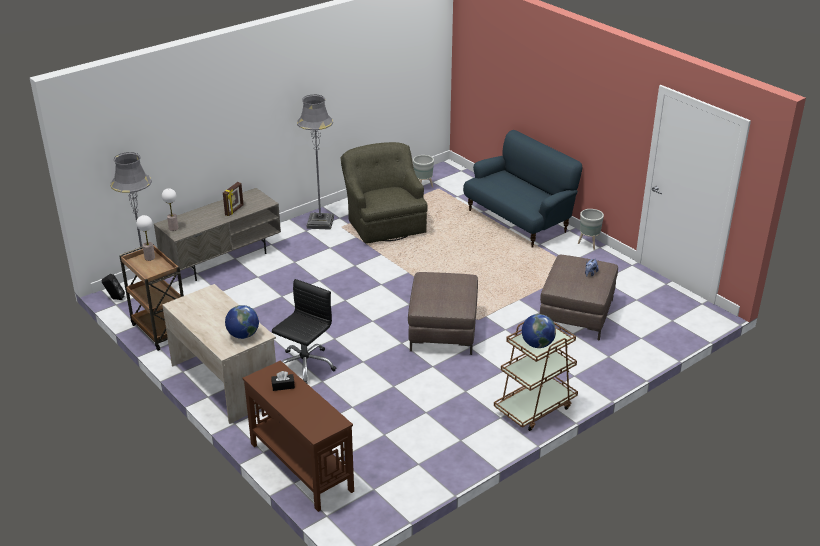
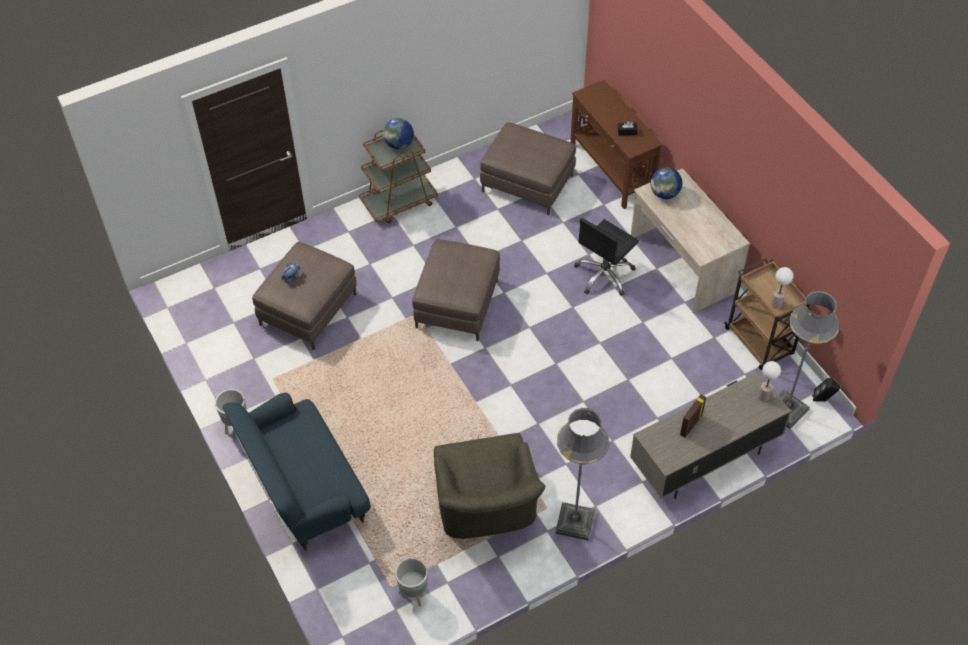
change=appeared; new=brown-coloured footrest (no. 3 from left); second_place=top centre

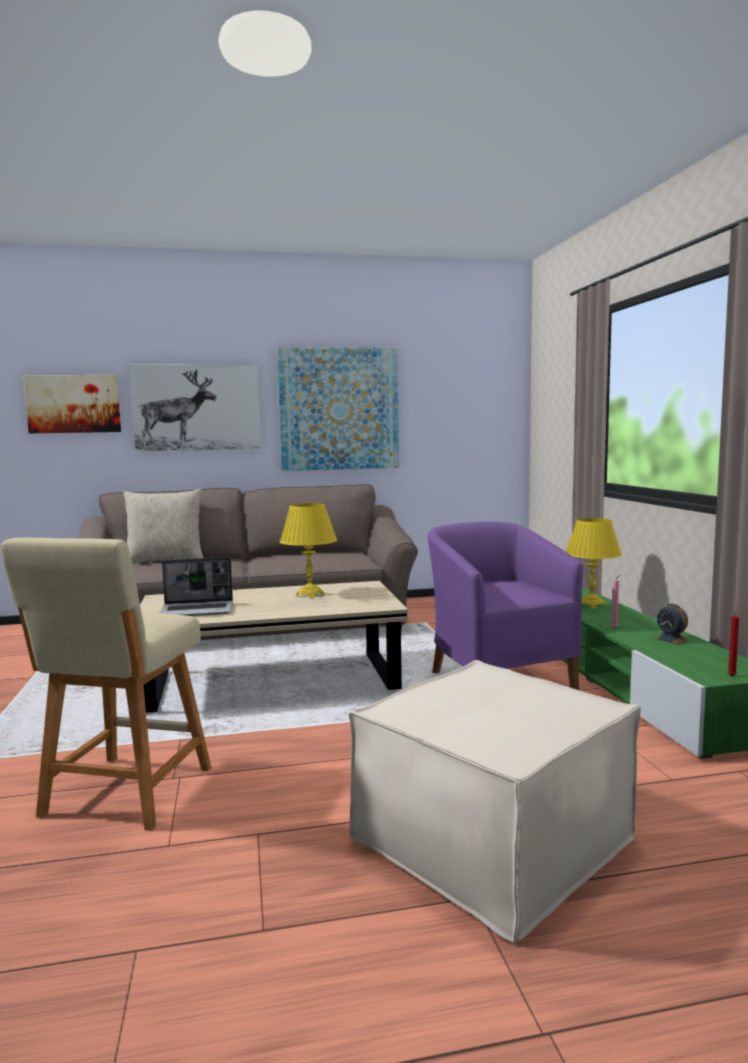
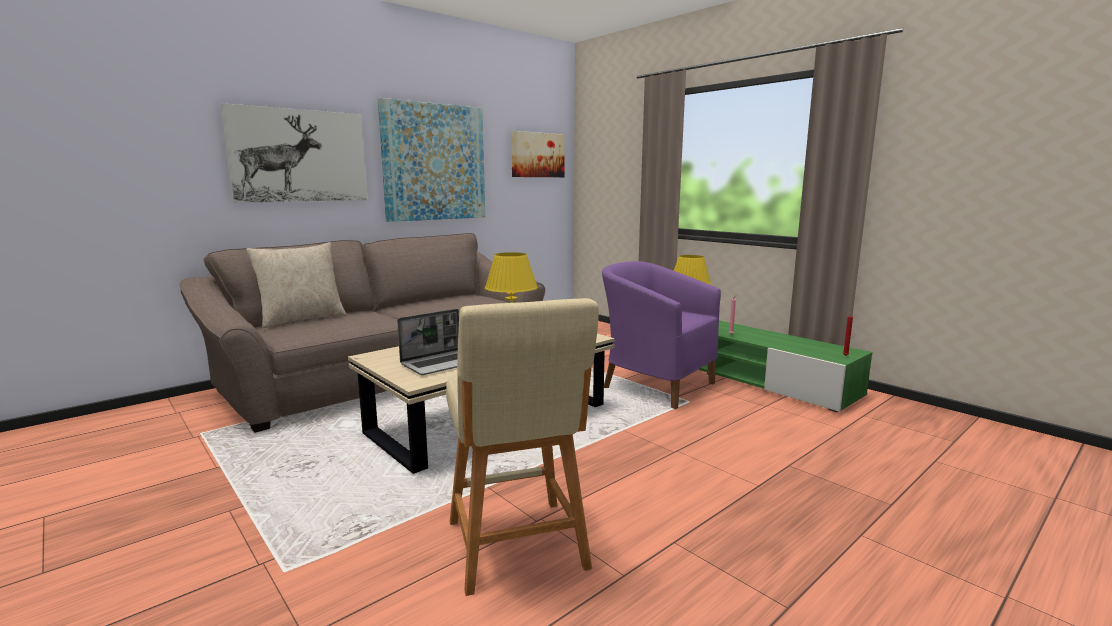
change=relocated; old=wall art (no. 1 from left in the first image); new=wall art (no. 3 from left); first_place=middle left; second_place=top centre
change=missing; old=bedside clock; first_place=middle right
change=missing; old=sand-coloured footrest; first_place=bottom centre

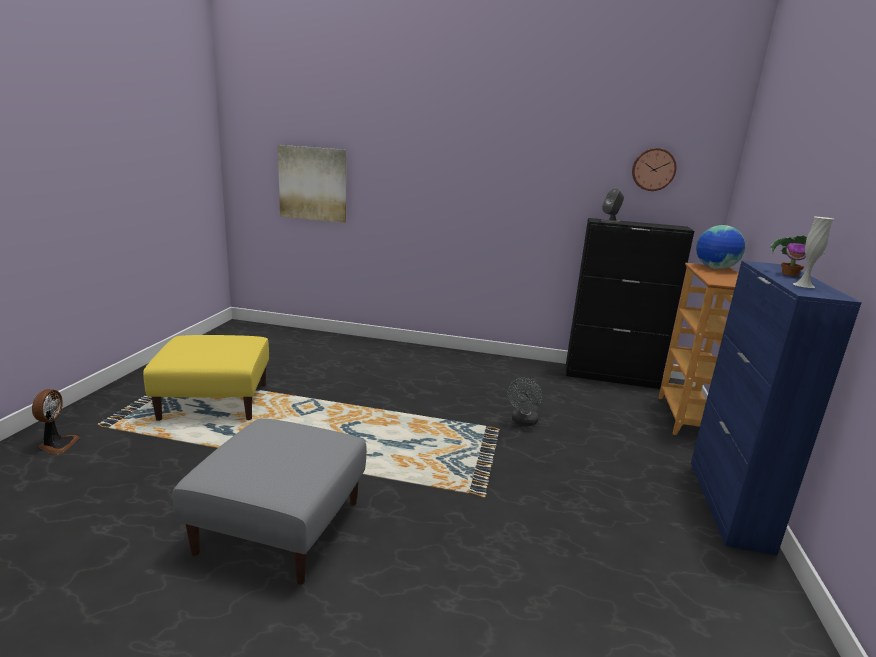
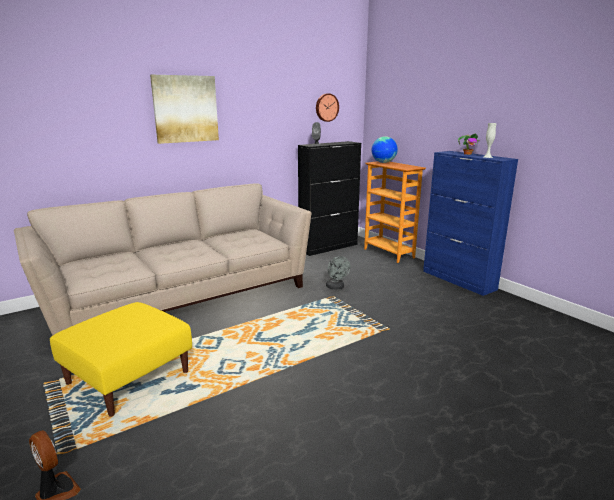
change=relocated; old=wall art; first_place=top centre; second_place=top left
change=missing; old=greyish footrest; first_place=bottom left
change=appeared; new=sand-coloured sofa; second_place=middle left

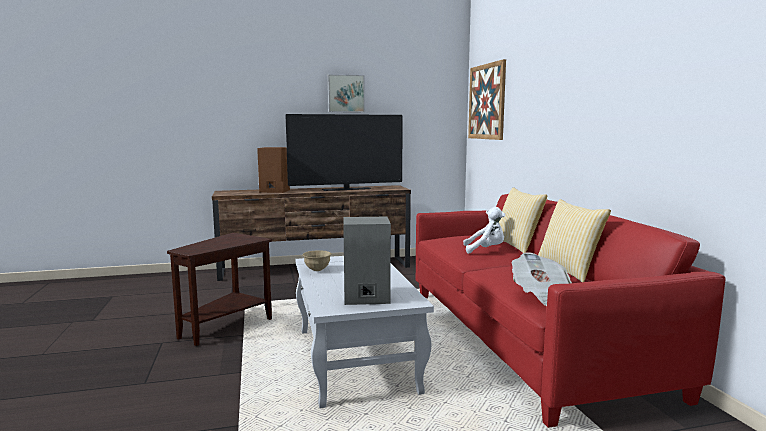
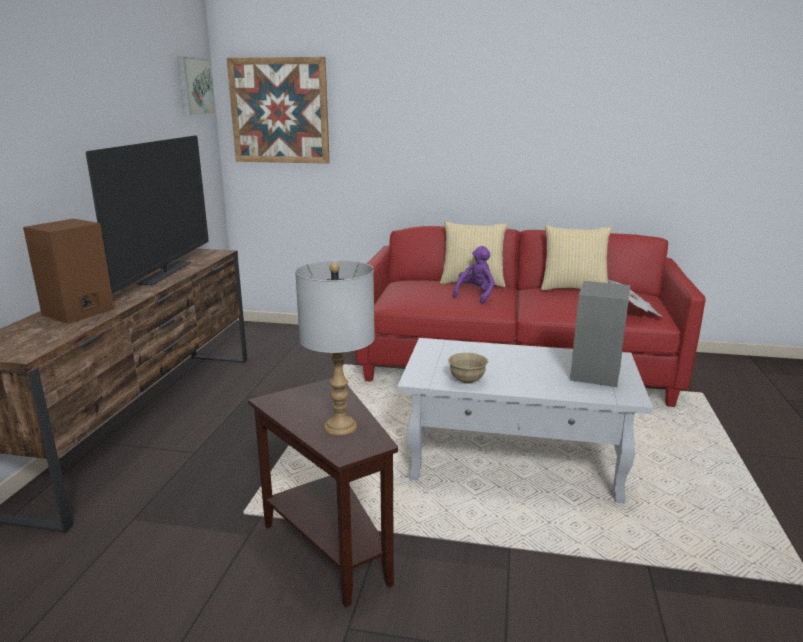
change=relocated; old=wall art (no. 1 from left); first_place=top centre; second_place=top left
change=colour; old=white soft toy; new=purple-coloured soft toy; first_place=centre; second_place=centre
change=appeared; new=greyish tabletop lamp; second_place=centre

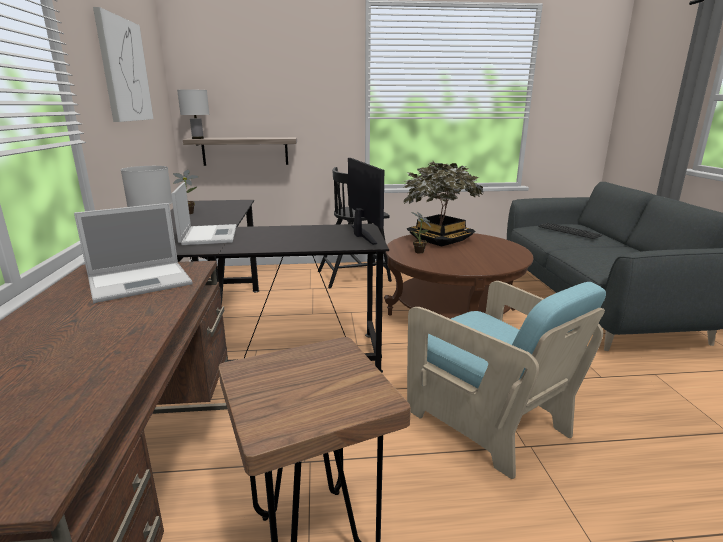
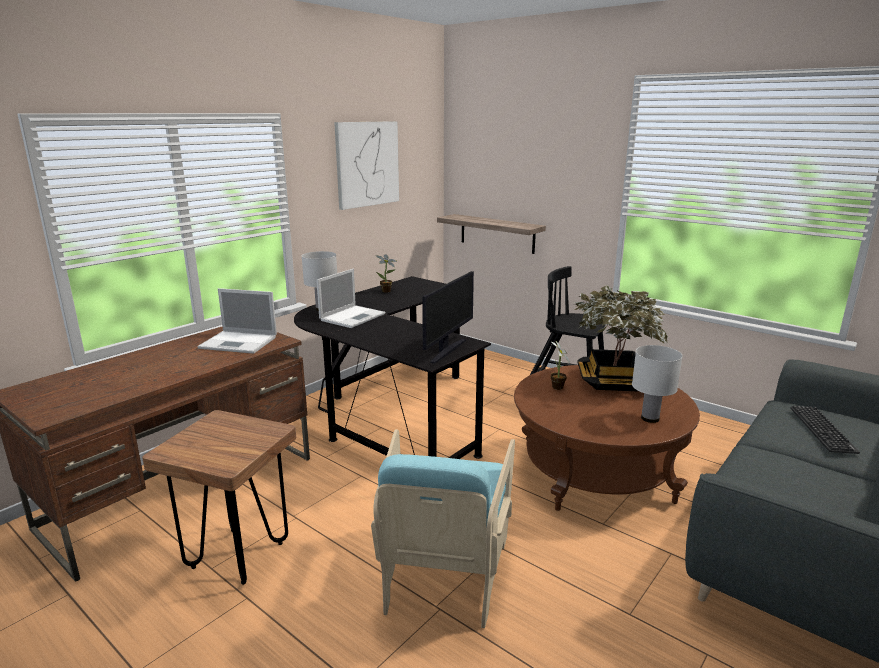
change=relocated; old=white tabletop lamp (no. 2 from left); first_place=top left; second_place=middle right

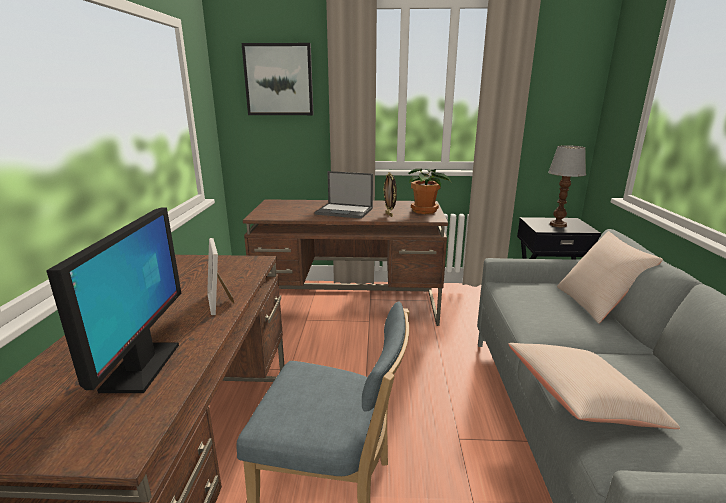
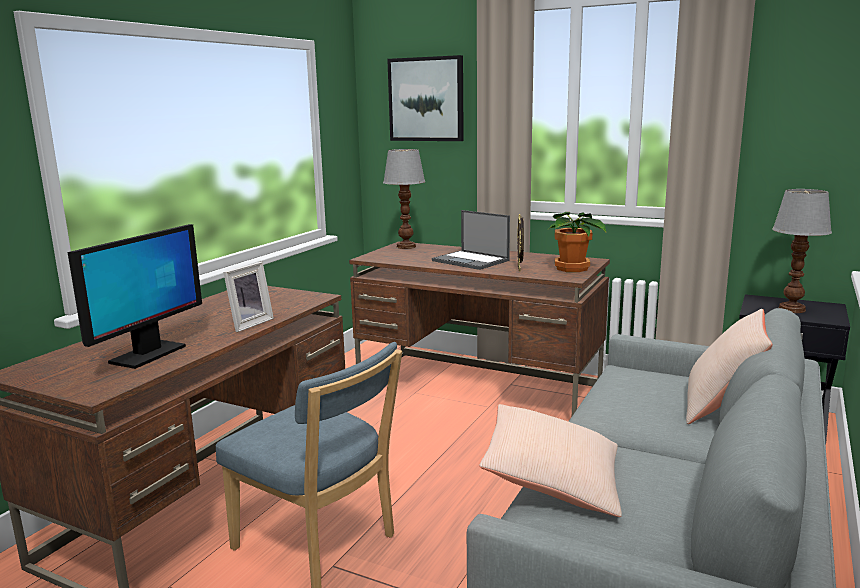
change=spun; old=picture frame (no. 1 from left); first_place=middle left; second_place=middle left; degrees=-150
change=appeared; new=tabletop lamp (no. 1 from left); second_place=centre

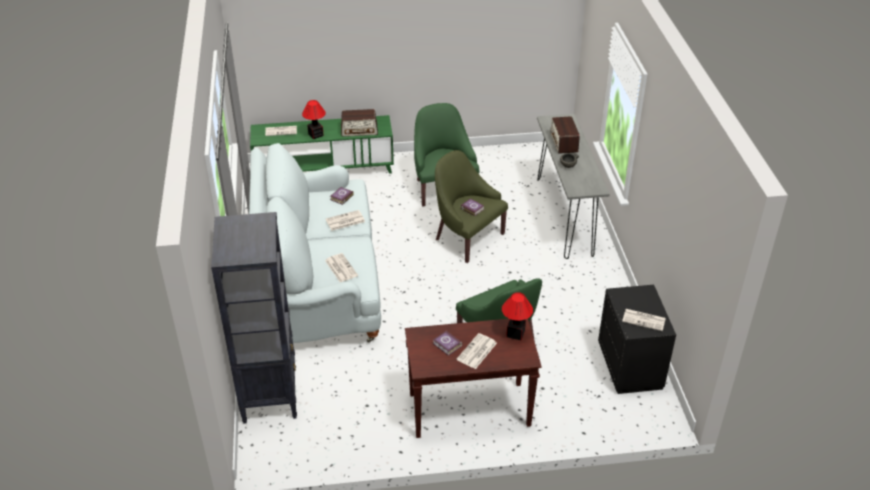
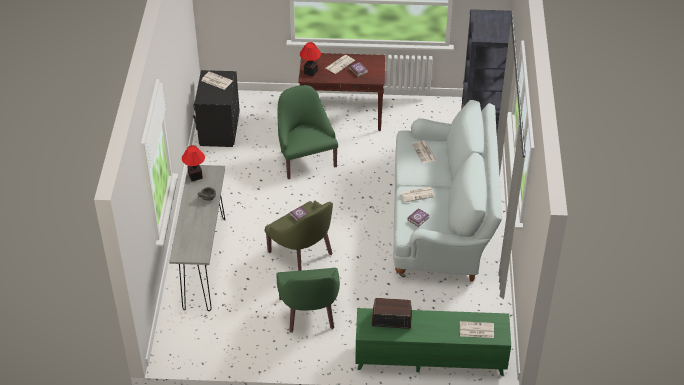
change=relocated; old=tabletop lamp (no. 1 from left); first_place=top centre; second_place=middle left
change=missing; old=radio set (no. 2 from left); first_place=top centre

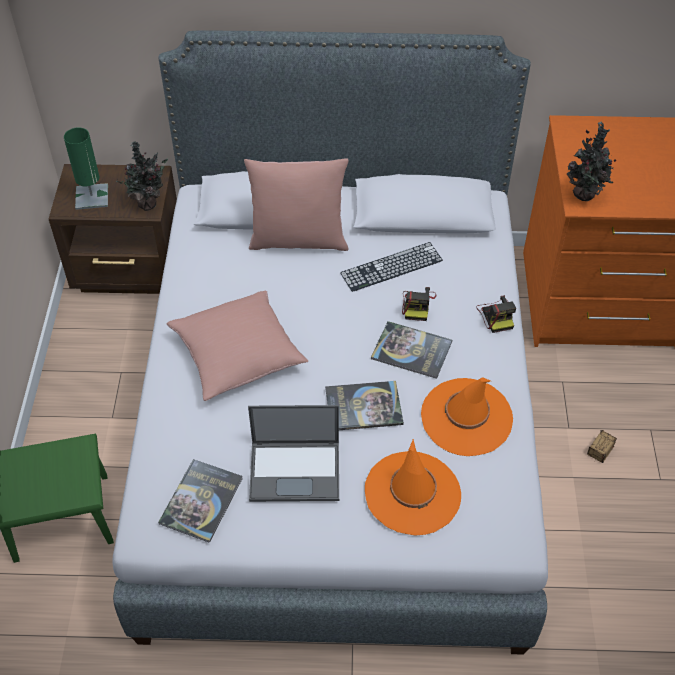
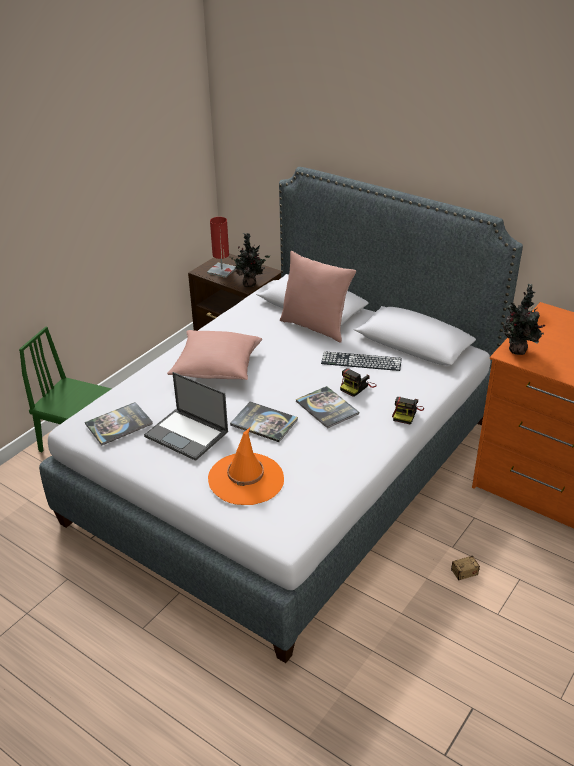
change=colour; old=green-coloured tabletop lamp; new=red tabletop lamp; first_place=top left; second_place=top centre
change=missing; old=orange-coloured hat (no. 2 from left); first_place=middle right

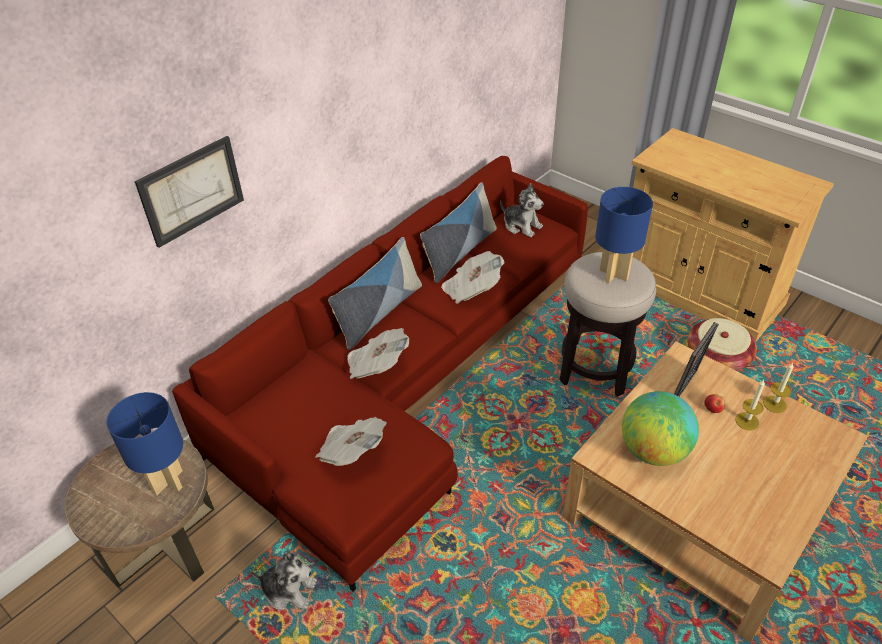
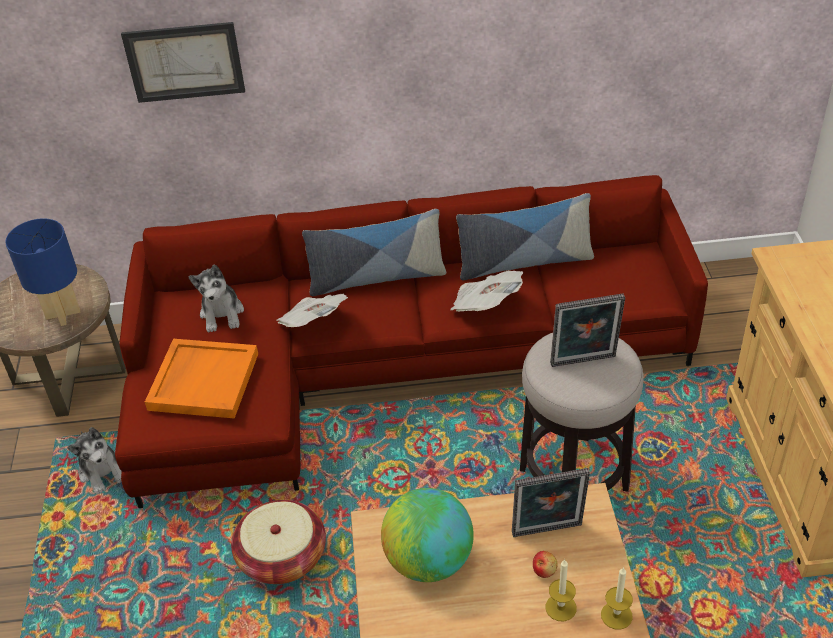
change=relocated; old=soft toy (no. 2 from left); first_place=top centre; second_place=middle left
change=exchanged; old=blue tabletop lamp (no. 2 from left); new=picture frame (no. 2 from left); first_place=middle right; second_place=middle right
change=relocated; old=basket; first_place=middle right; second_place=bottom centre
change=exchanged; old=printed paper (no. 1 from left); new=orange-coloured carrying tray; first_place=bottom centre; second_place=middle left

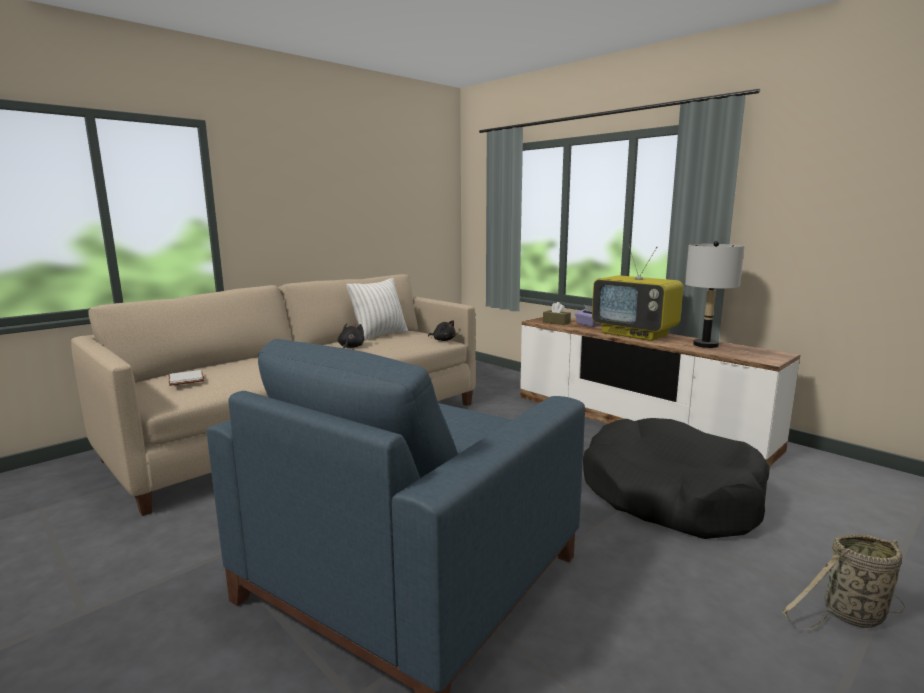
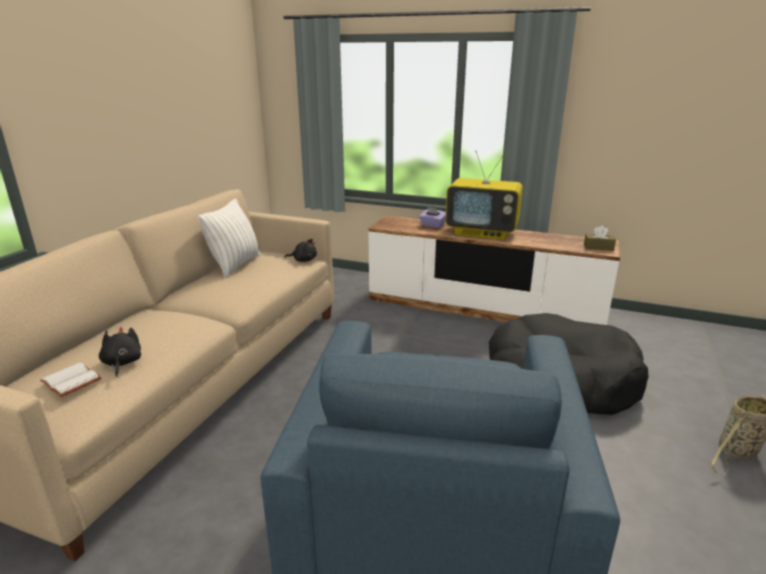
change=missing; old=greyish tabletop lamp; first_place=middle right
change=relocated; old=brown-coloured tissue holder; first_place=centre; second_place=middle right
change=relocated; old=blackish soft toy (no. 1 from left); first_place=centre; second_place=middle left

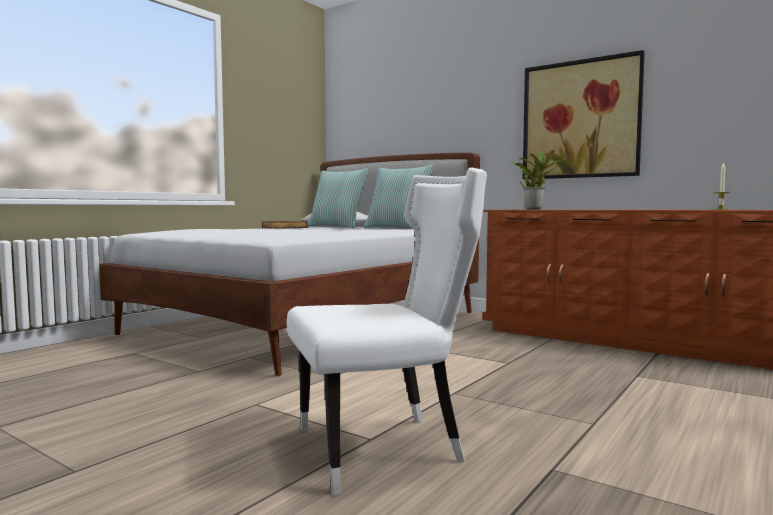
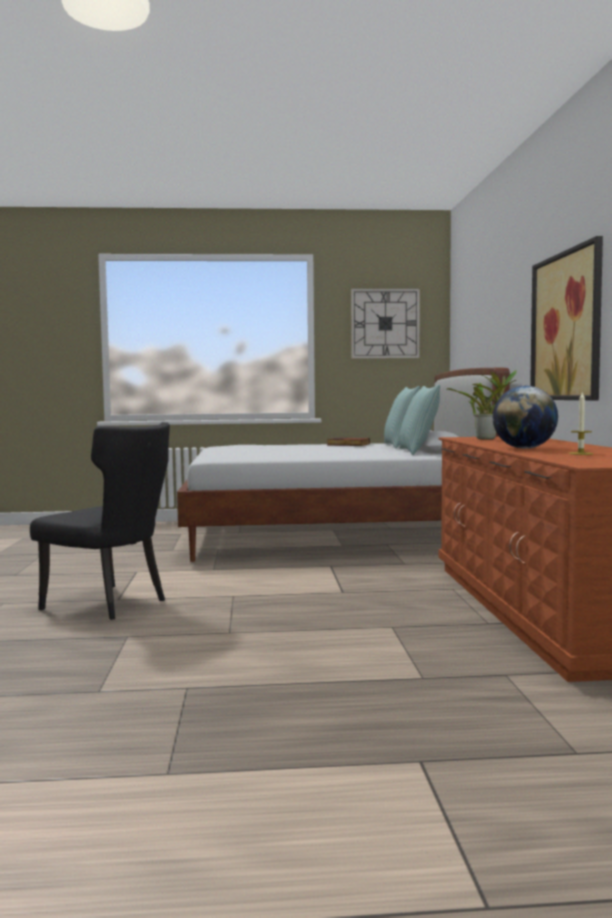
change=colour; old=white upright chair; new=blackish upright chair; first_place=centre; second_place=middle left
change=appeared; new=hanging clock; second_place=centre
change=appeared; new=desk globe; second_place=middle right

